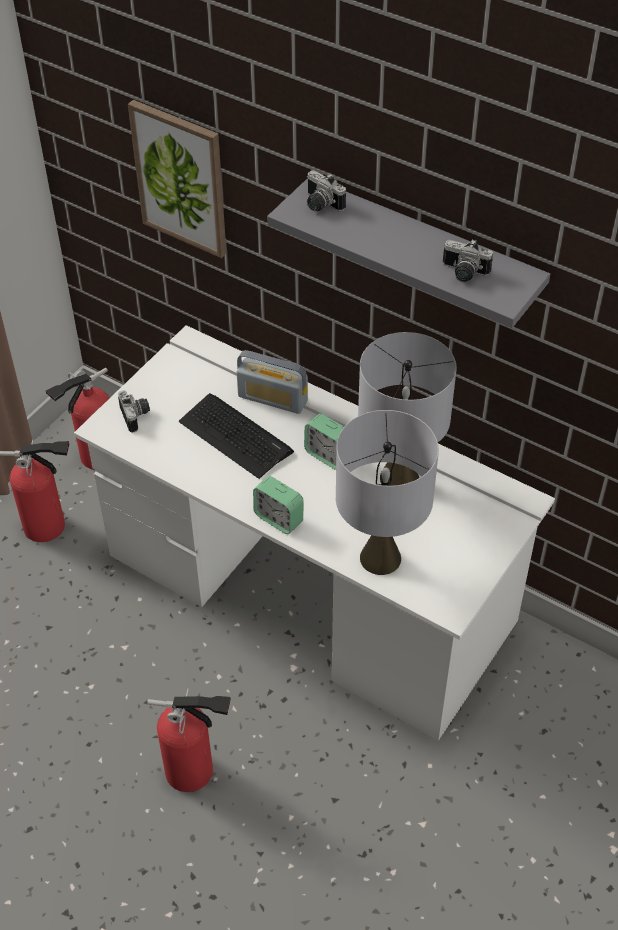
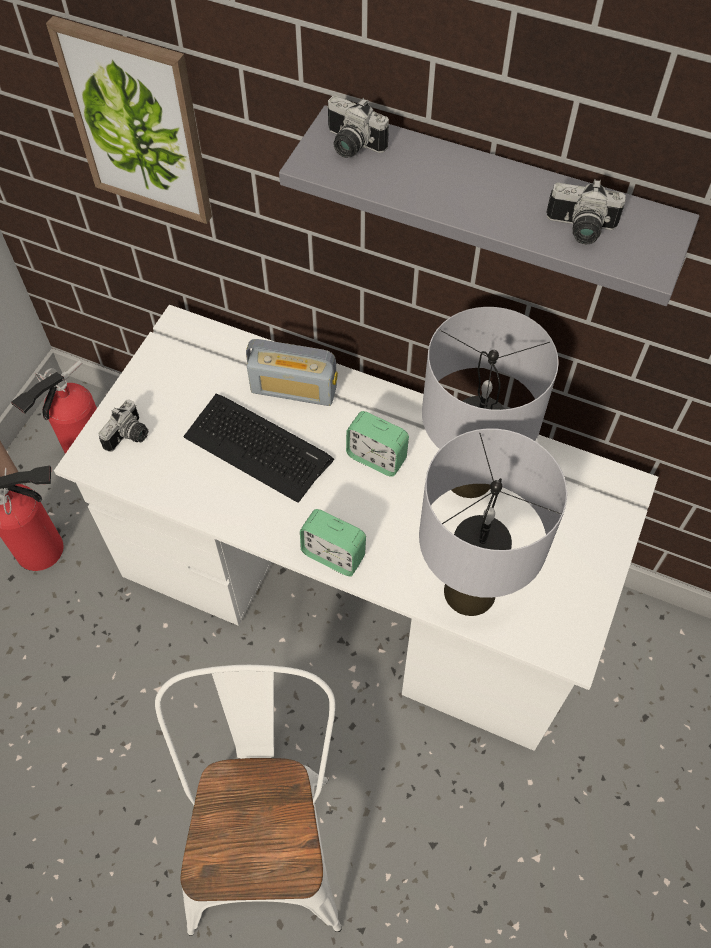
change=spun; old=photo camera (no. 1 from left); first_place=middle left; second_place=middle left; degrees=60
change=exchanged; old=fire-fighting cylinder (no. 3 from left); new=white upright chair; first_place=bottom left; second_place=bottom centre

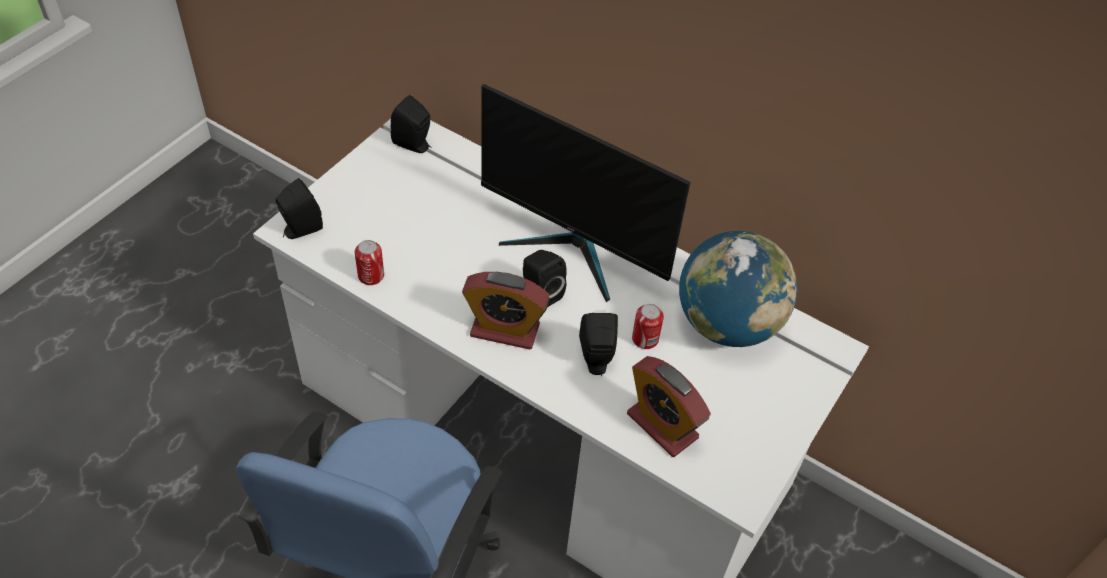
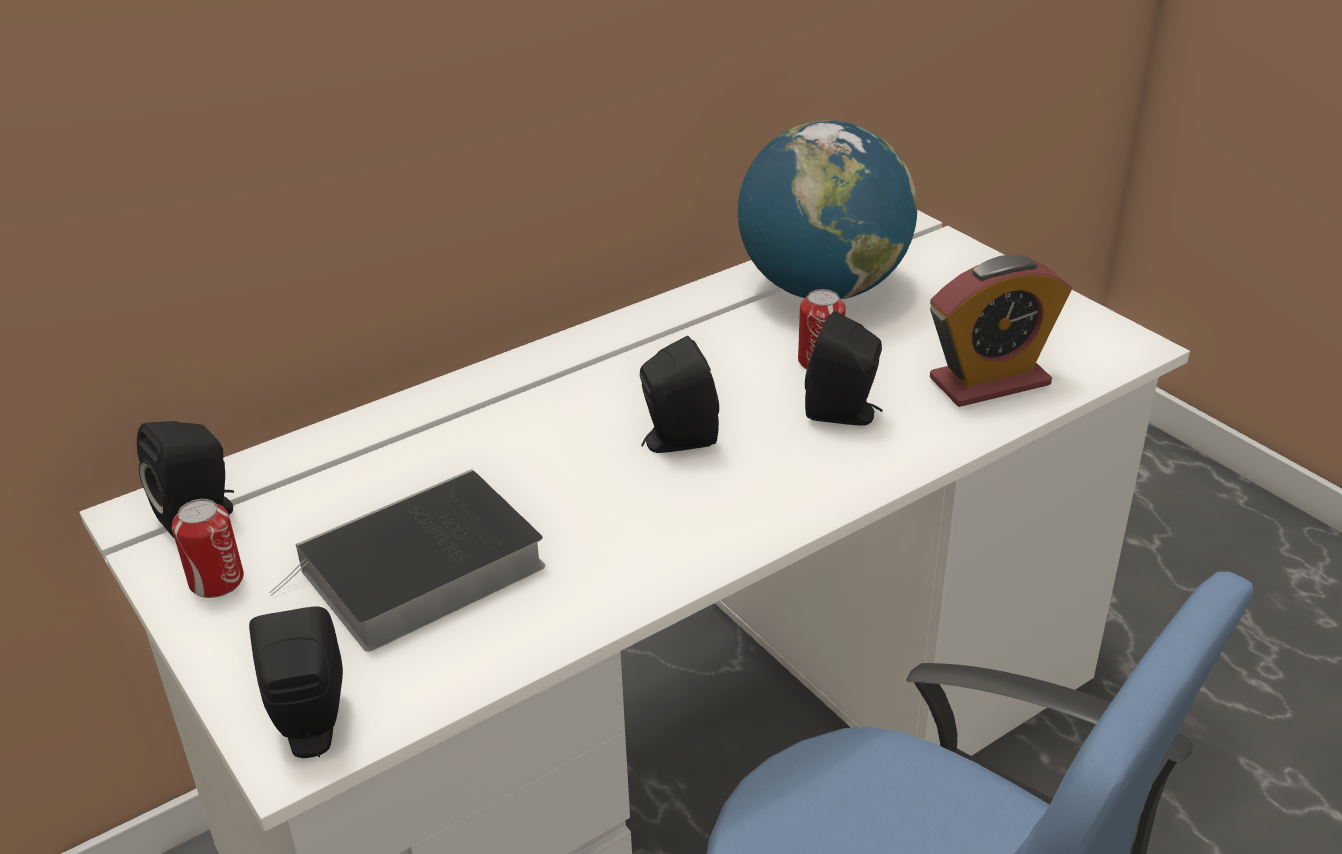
change=missing; old=computer display; first_place=centre
change=relocated; old=sealed can (no. 1 from left); first_place=centre; second_place=middle left
change=missing; old=bedside clock (no. 1 from left); first_place=centre
change=appeared; new=bound book; second_place=middle left

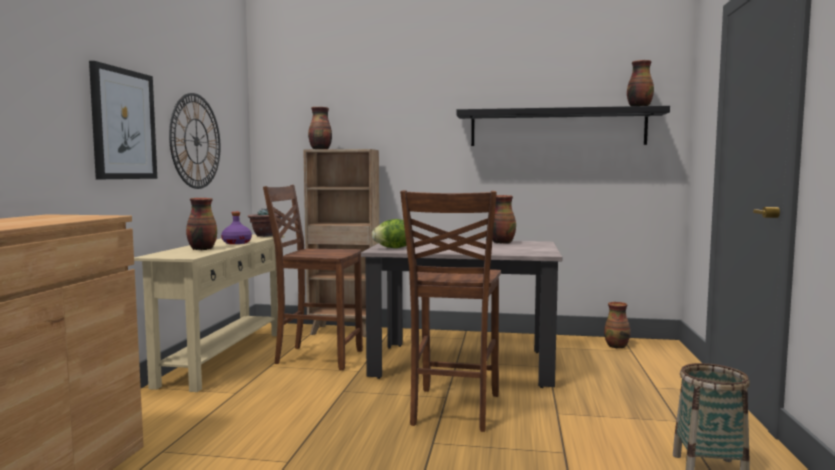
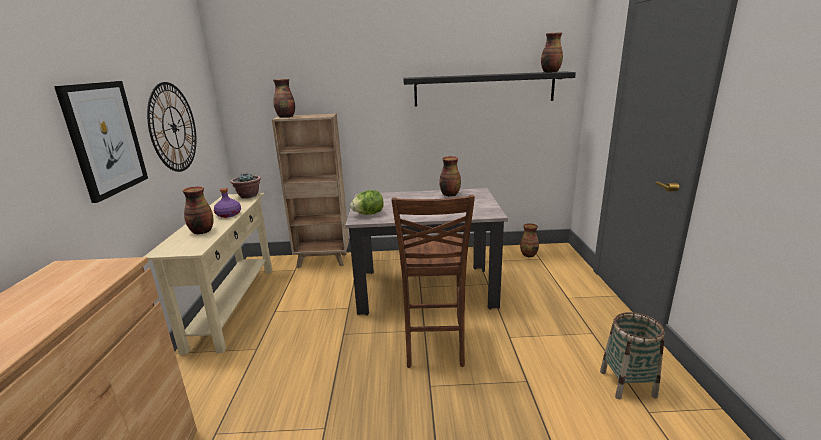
change=missing; old=brown-coloured upright chair (no. 1 from left); first_place=centre

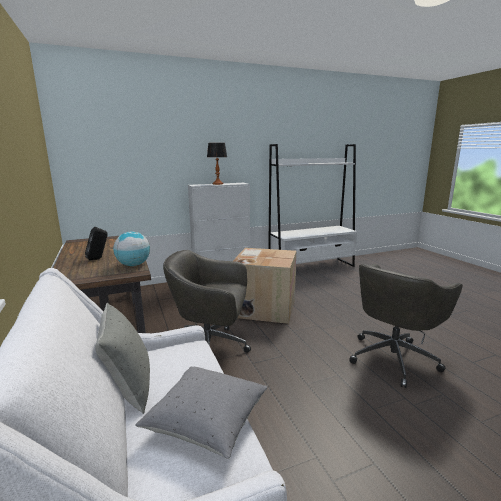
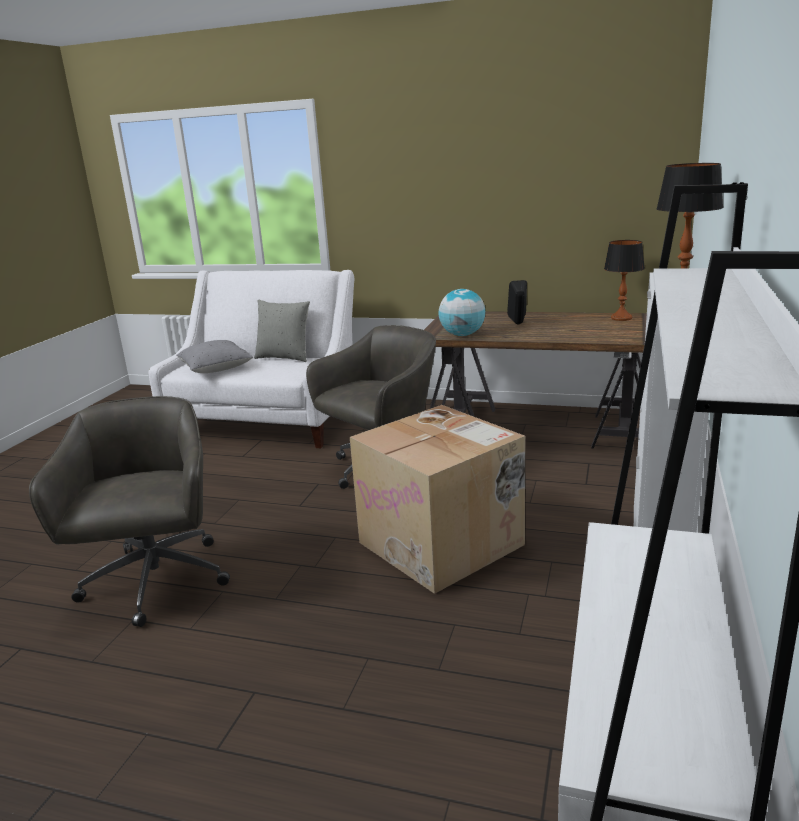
change=appeared; new=tabletop lamp (no. 1 from left); second_place=middle right

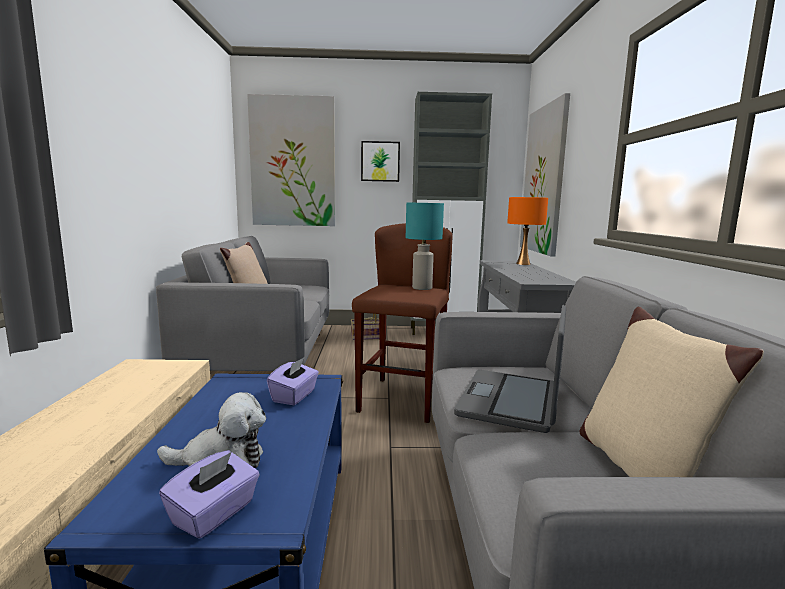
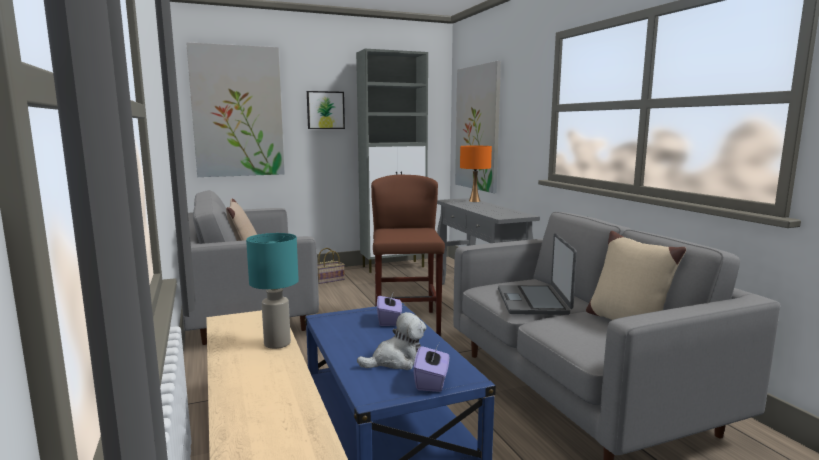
change=relocated; old=blue-green tabletop lamp; first_place=centre; second_place=middle left

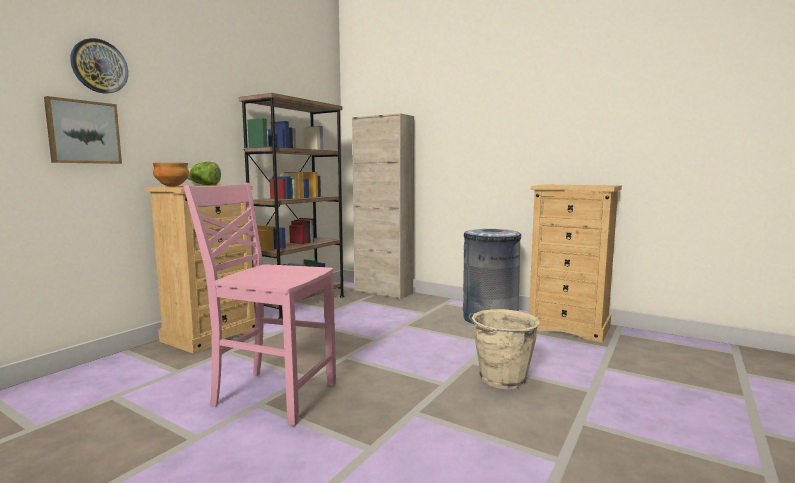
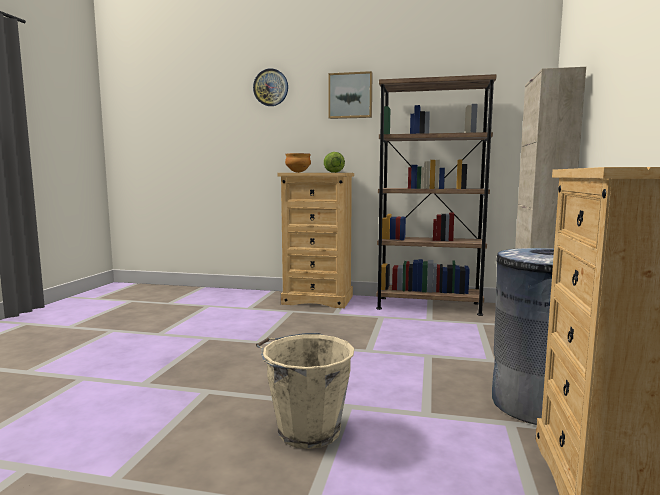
change=relocated; old=wall art; first_place=top left; second_place=top centre
change=missing; old=pink upright chair; first_place=middle left

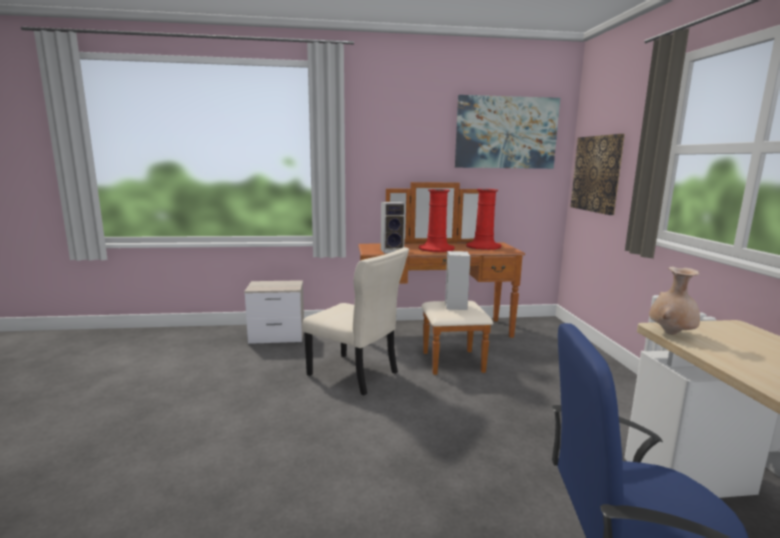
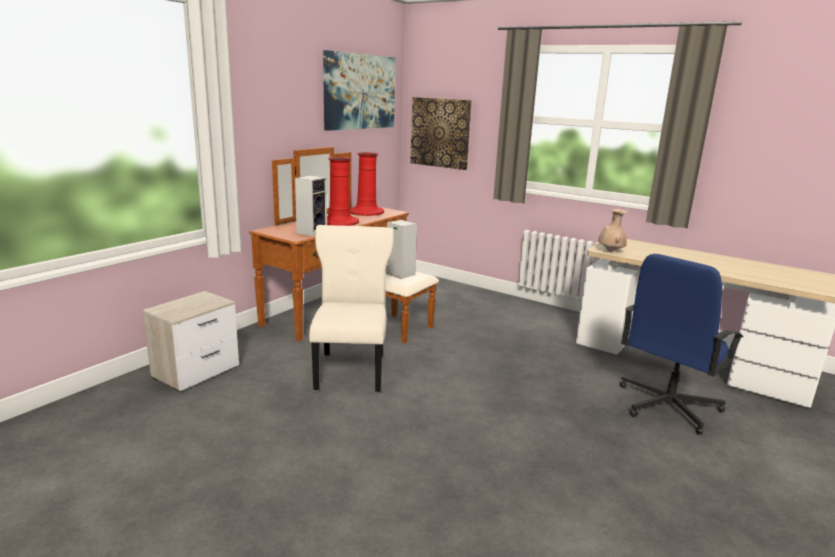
change=spun; old=sand-coloured upright chair; first_place=centre; second_place=centre; degrees=-75

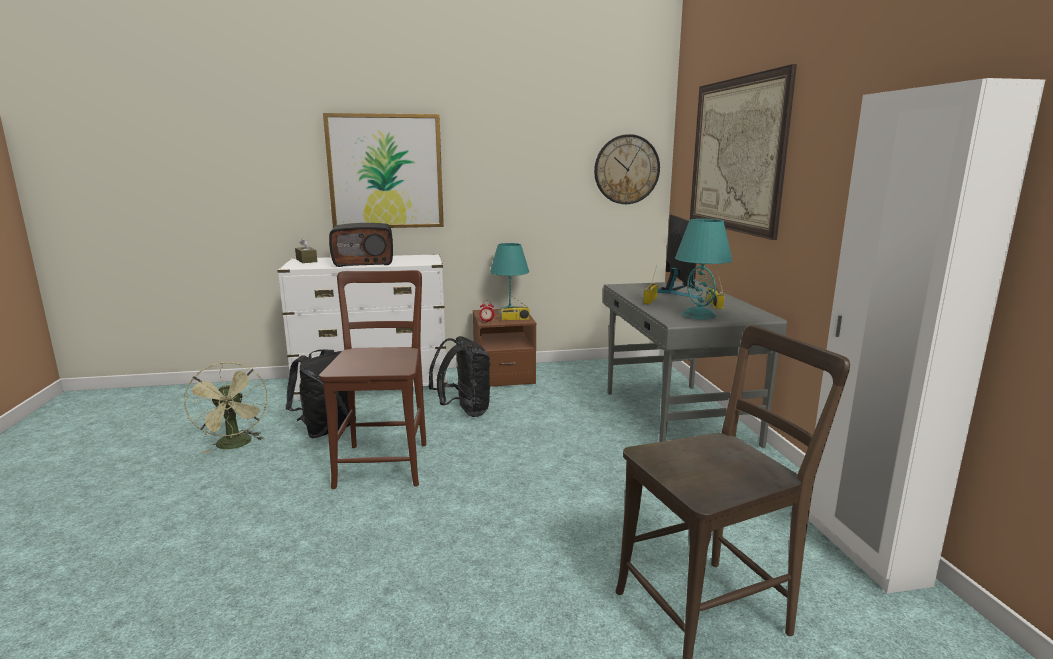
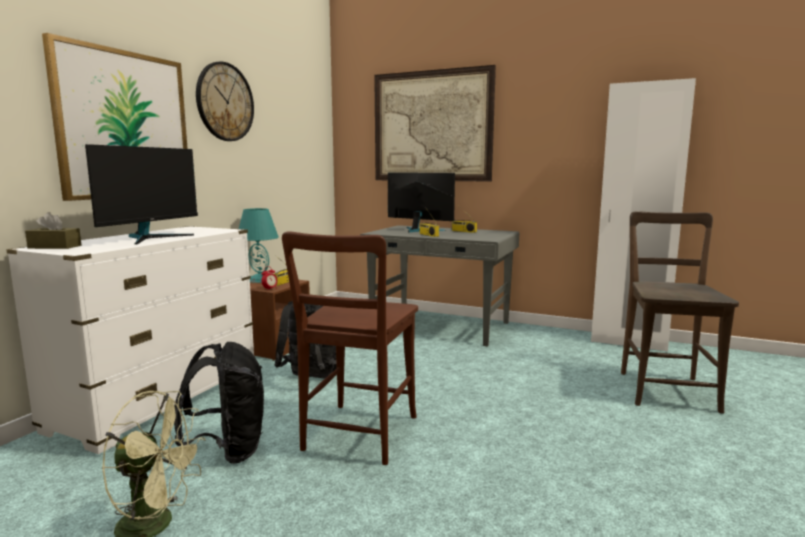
change=relocated; old=hanging clock; first_place=top centre; second_place=top left
change=missing; old=blue-green tabletop lamp (no. 2 from left); first_place=middle right
change=exchanged; old=radio set (no. 1 from left); new=computer display (no. 1 from left); first_place=centre; second_place=middle left
change=spun; old=brown-coloured upright chair (no. 1 from left); first_place=centre; second_place=centre; degrees=-105

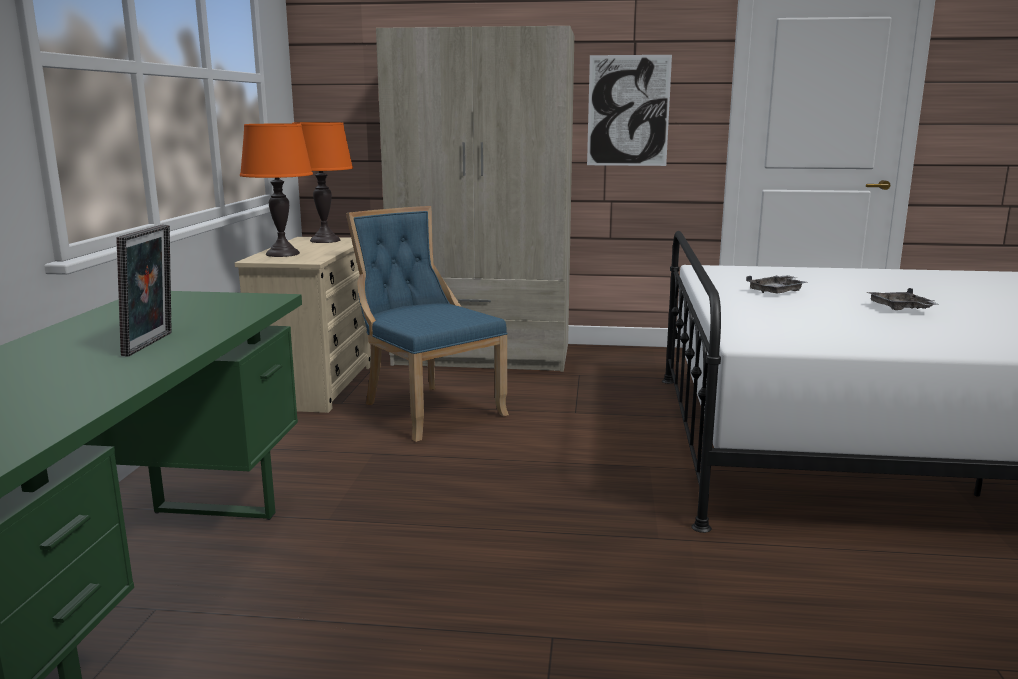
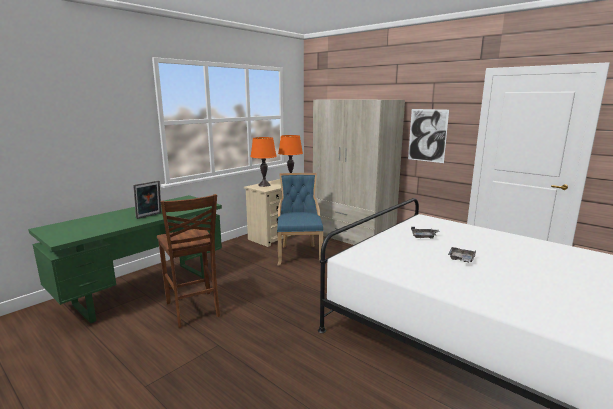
change=appeared; new=brown-coloured upright chair; second_place=middle left

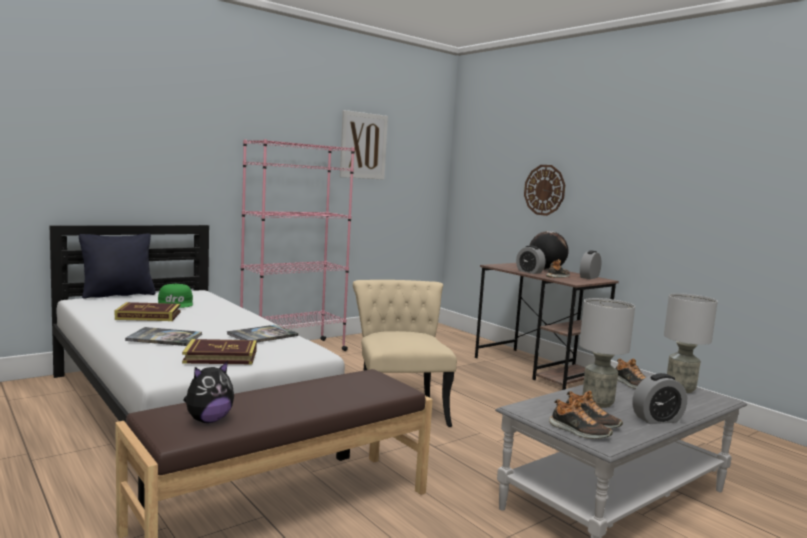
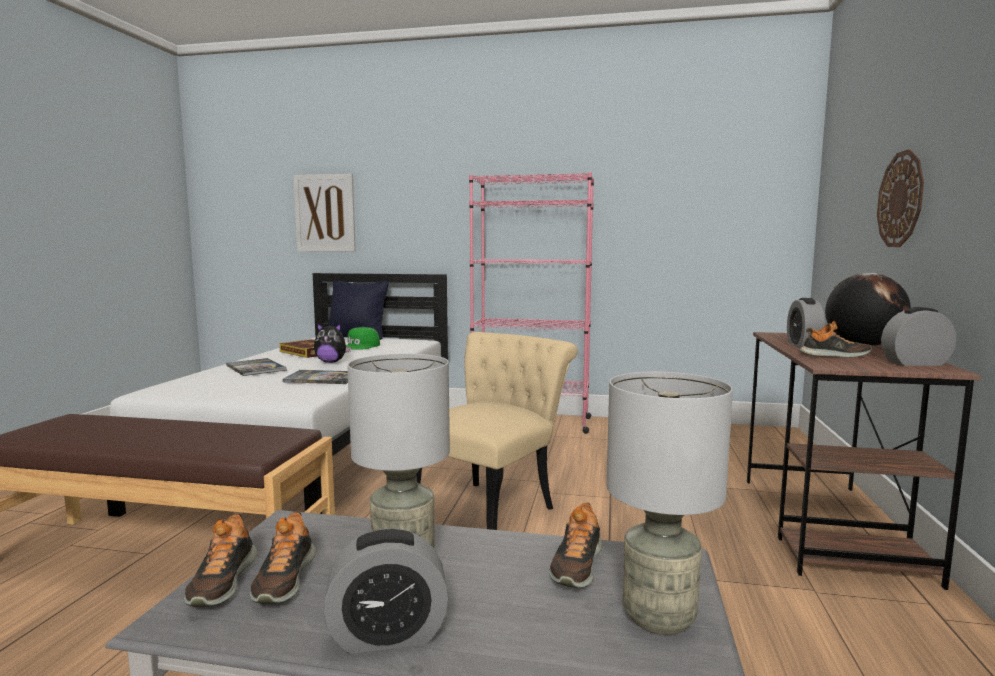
change=relocated; old=wall art; first_place=top centre; second_place=top left
change=missing; old=bound book (no. 3 from left); first_place=middle left
change=relocated; old=soft toy; first_place=bottom left; second_place=centre
change=spun; old=bedside clock (no. 3 from left in the first image); first_place=bottom right; second_place=bottom centre; degrees=-45

